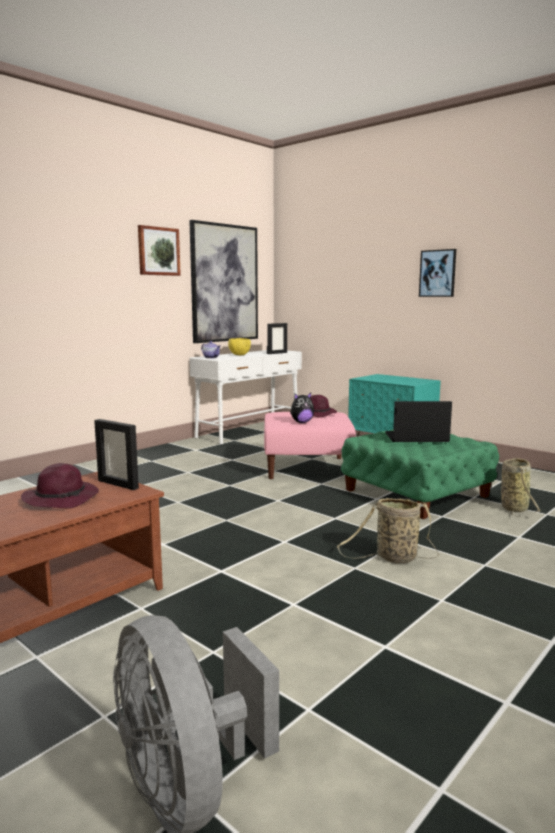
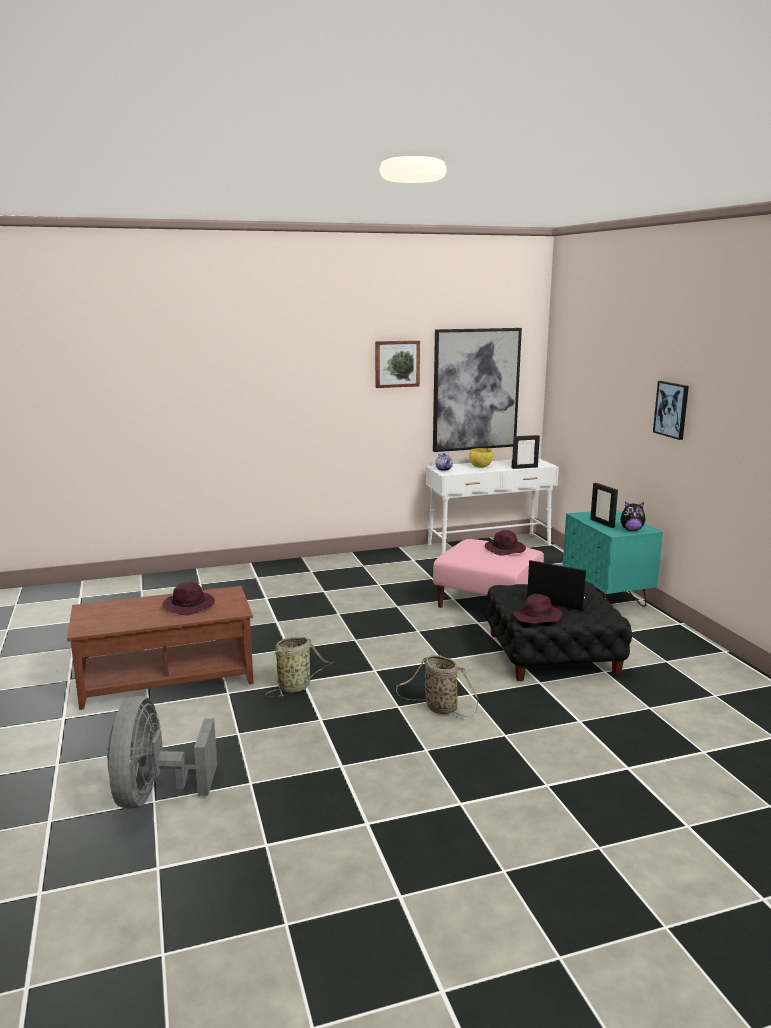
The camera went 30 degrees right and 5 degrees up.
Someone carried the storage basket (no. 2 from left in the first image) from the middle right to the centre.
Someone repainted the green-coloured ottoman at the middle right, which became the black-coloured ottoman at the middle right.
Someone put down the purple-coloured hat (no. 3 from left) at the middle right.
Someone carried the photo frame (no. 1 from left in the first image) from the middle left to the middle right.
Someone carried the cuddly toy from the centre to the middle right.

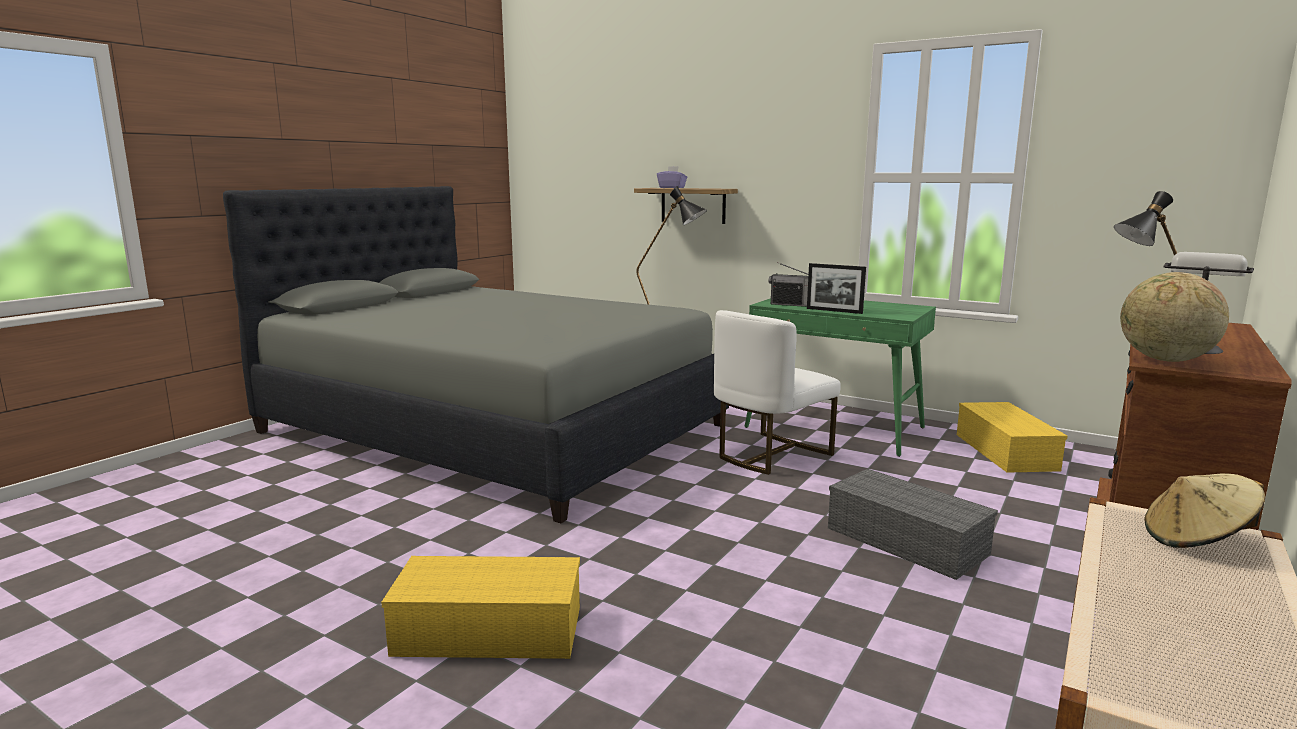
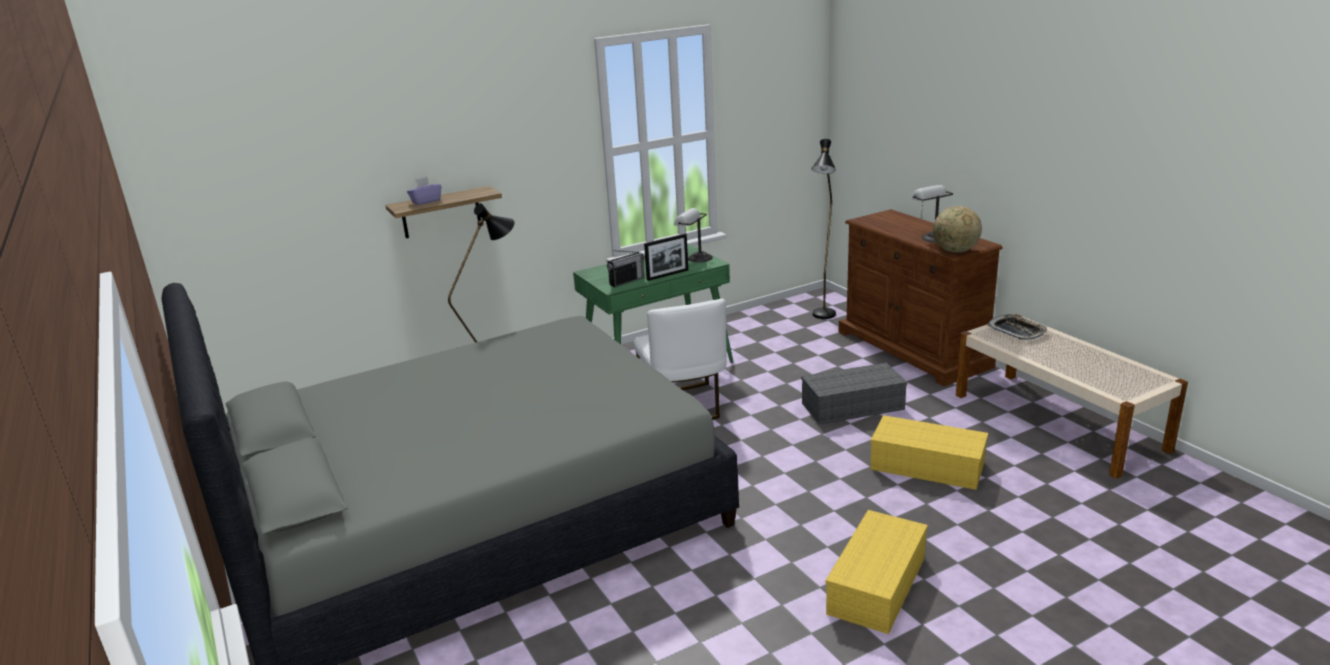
The camera went 60 degrees left and 10 degrees up.
Someone put down the table lamp (no. 1 from left) at the centre.
Someone carried the yellow storage container (no. 2 from left) from the middle right to the bottom right.
Someone swapped the sand-coloured hat at the bottom right for the serving tray at the middle right.

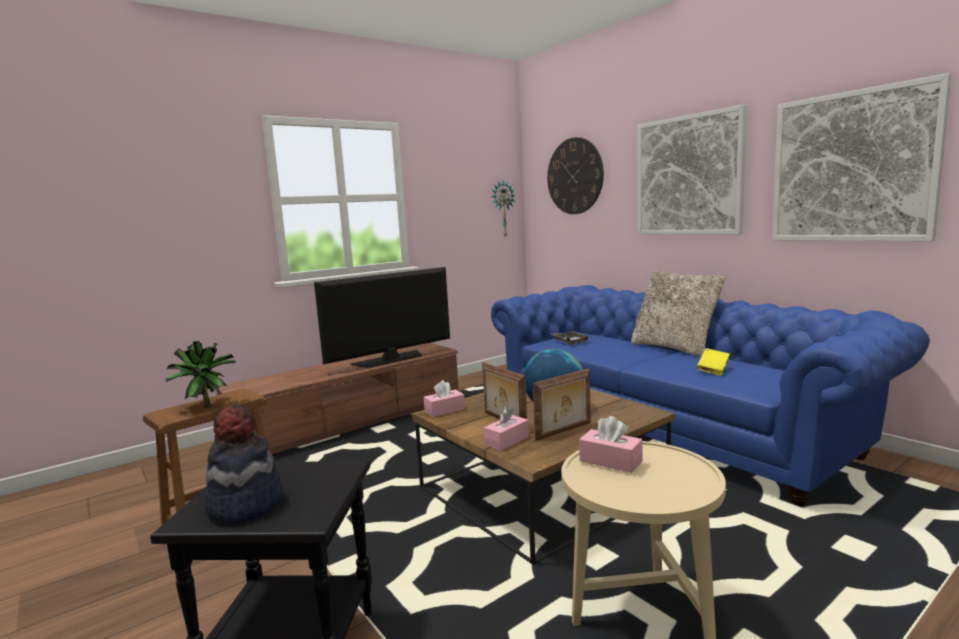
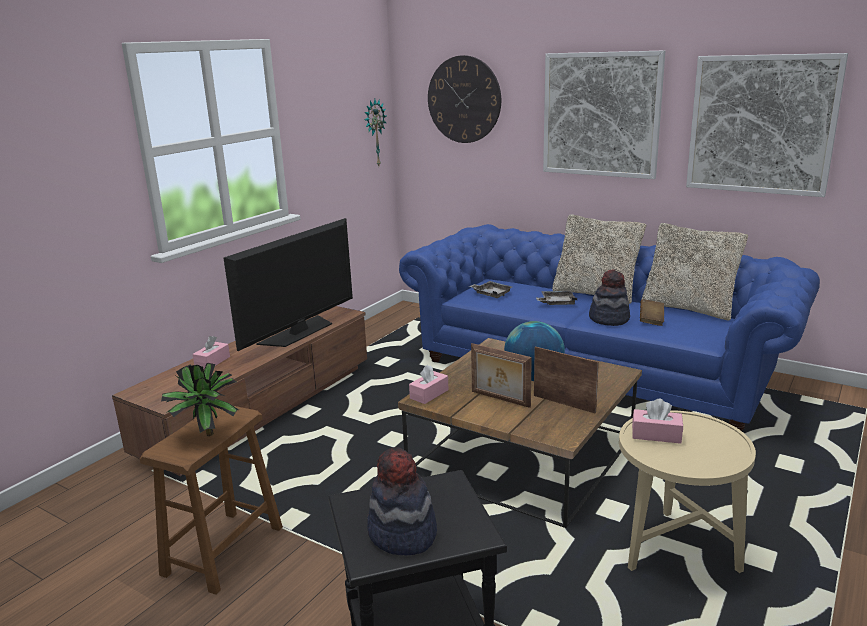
The camera went 20 degrees left and 10 degrees up.
Someone carried the pink-coloured tissue holder (no. 2 from left in the first image) from the bottom centre to the middle left.
Someone rotated the photo frame (no. 2 from left) at the centre by 90 degrees counterclockwise.
Someone put down the grey serving tray (no. 2 from left) at the centre.
Someone put down the hat (no. 2 from left) at the middle right.
Someone repainted the yellow volume at the middle right, which became the brown volume at the middle right.
Someone put down the sand-coloured pillow (no. 2 from left) at the middle right.

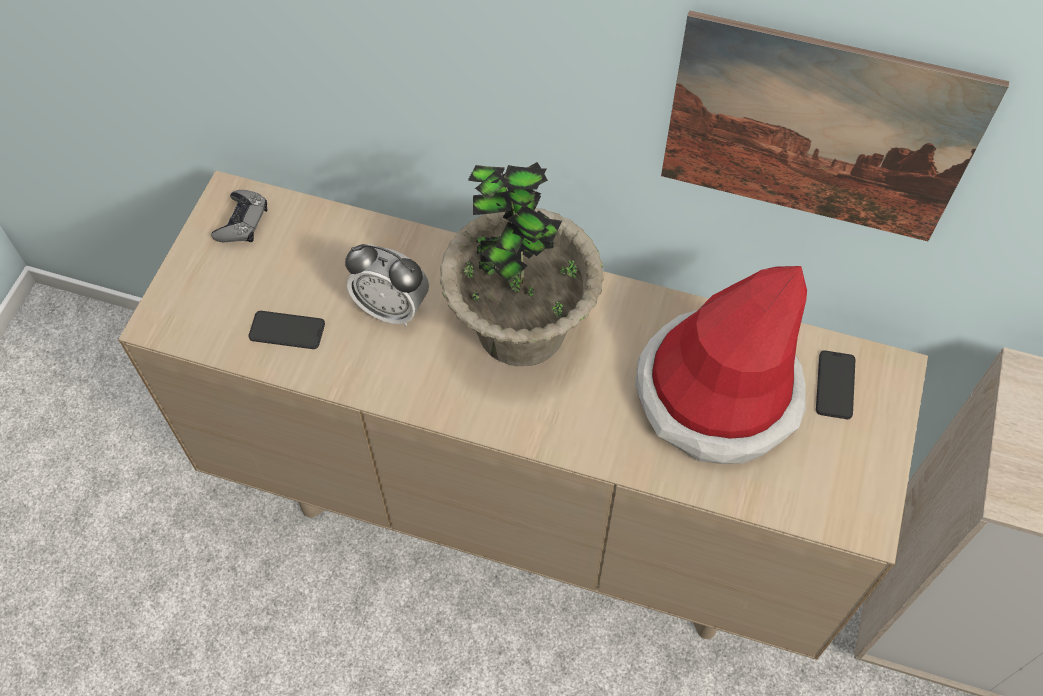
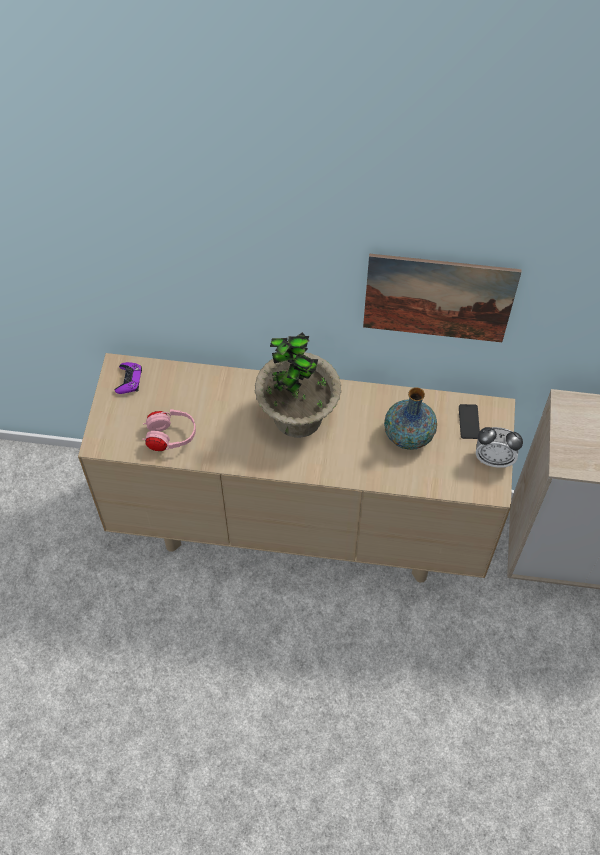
The camera went 10 degrees left and 0 degrees up.
Someone repainted the grey joypad at the top left, which became the purple-coloured joypad at the middle left.
Someone swapped the phone (no. 1 from left) at the middle left for the pink-coloured headset at the middle left.
Someone swapped the hat at the middle right for the flower vase at the middle right.
Someone carried the alarm clock from the centre to the middle right.

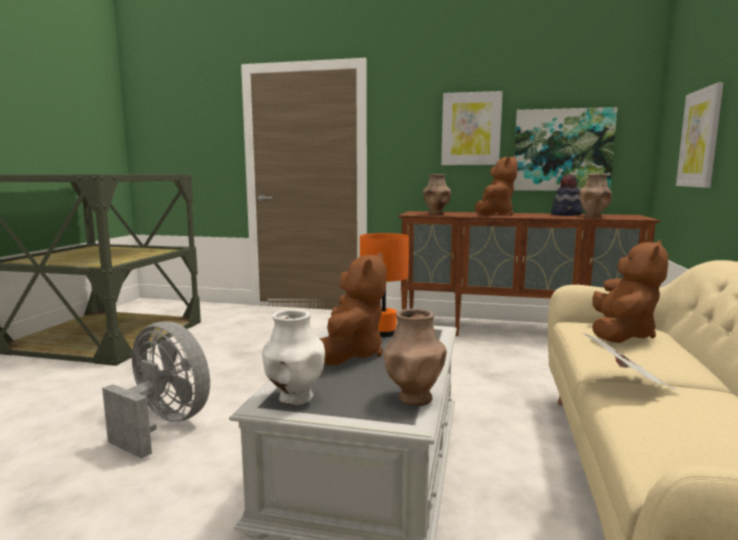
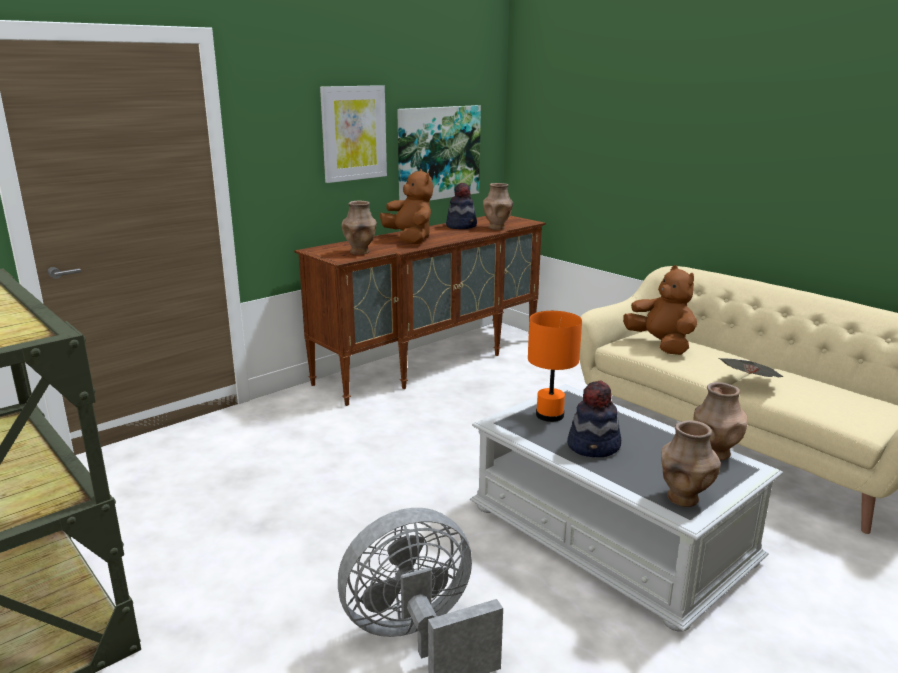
The camera went 55 degrees left and 10 degrees up.
Someone swapped the brown cuddly toy (no. 1 from left) at the centre for the hat (no. 2 from left) at the centre.
Someone repainted the white flower vase at the centre, which became the brown flower vase (no. 3 from left) at the bottom right.
Someone took away the picture (no. 3 from left) at the top right.

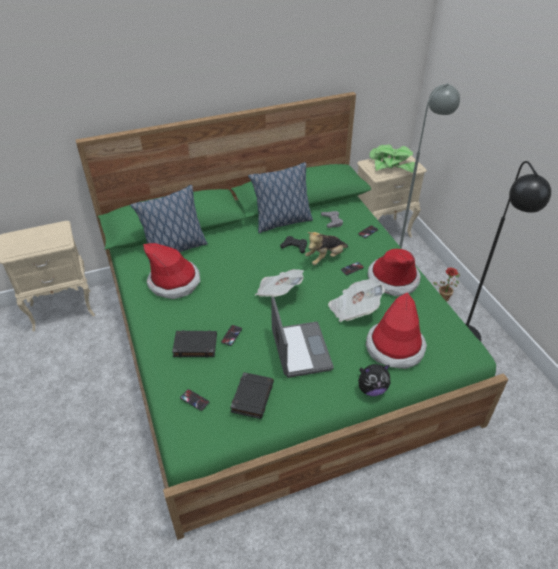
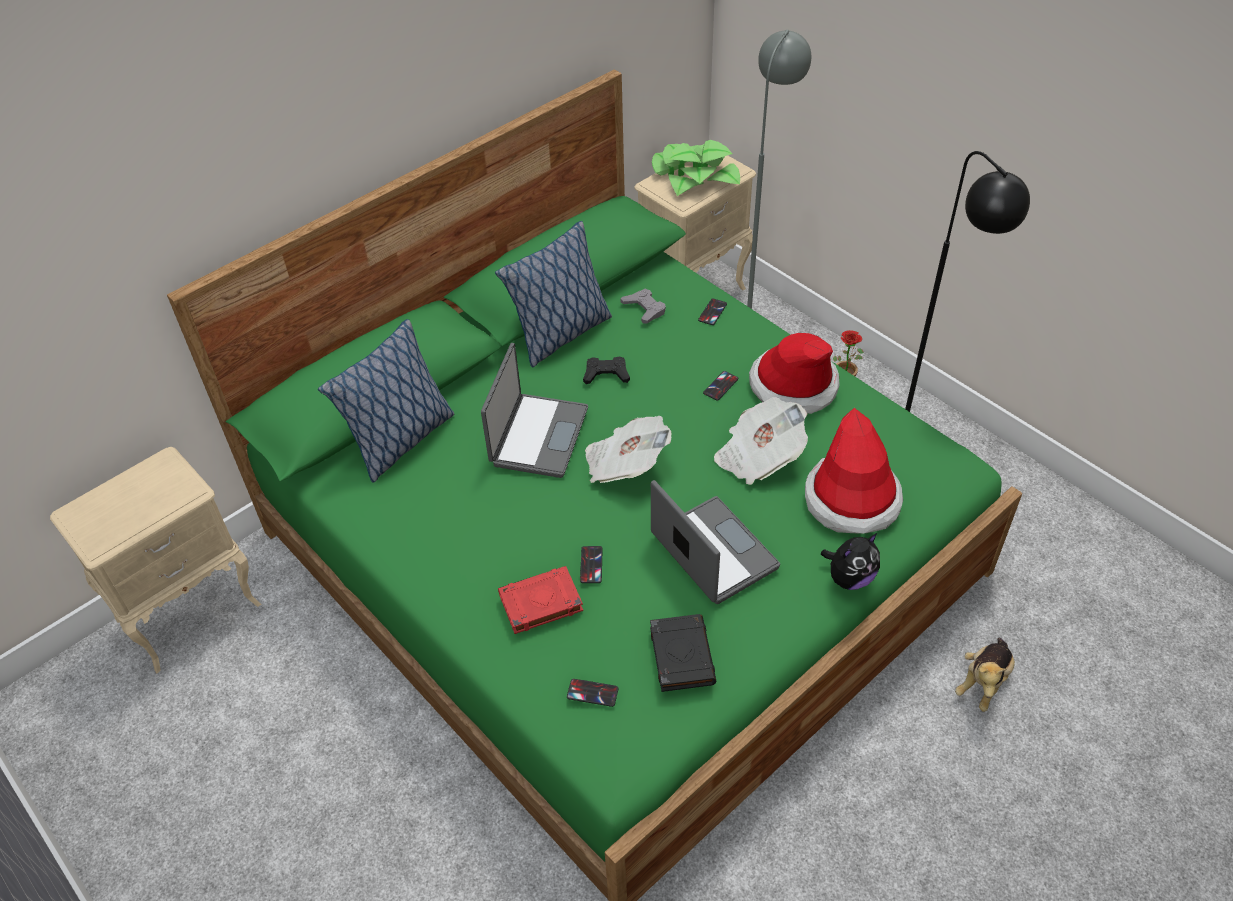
The camera went 20 degrees left and 5 degrees up.
Someone put down the portable computer (no. 1 from left) at the centre.
Someone repainted the black-coloured volume (no. 1 from left) at the centre, which became the reddish volume at the centre.
Someone carried the cuddly toy (no. 1 from left in the first image) from the centre to the bottom right.
Someone took away the hat (no. 1 from left) at the middle left.

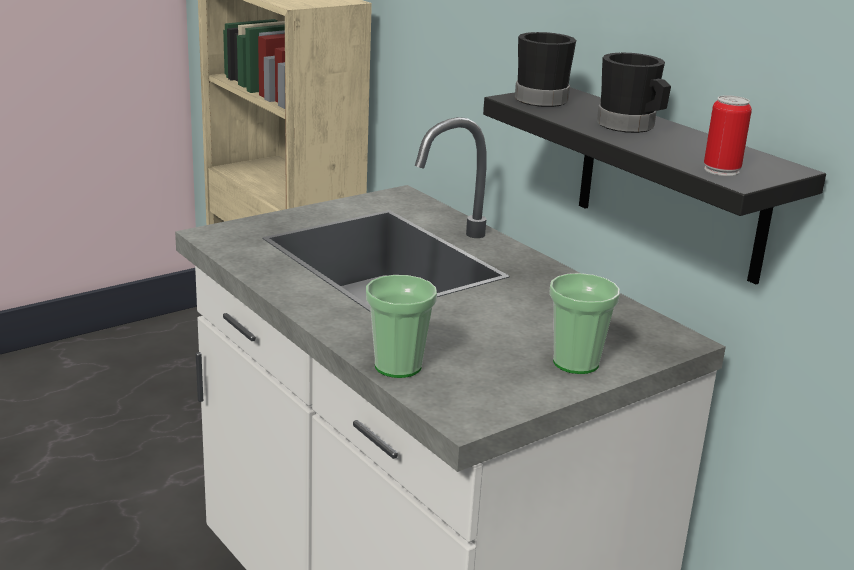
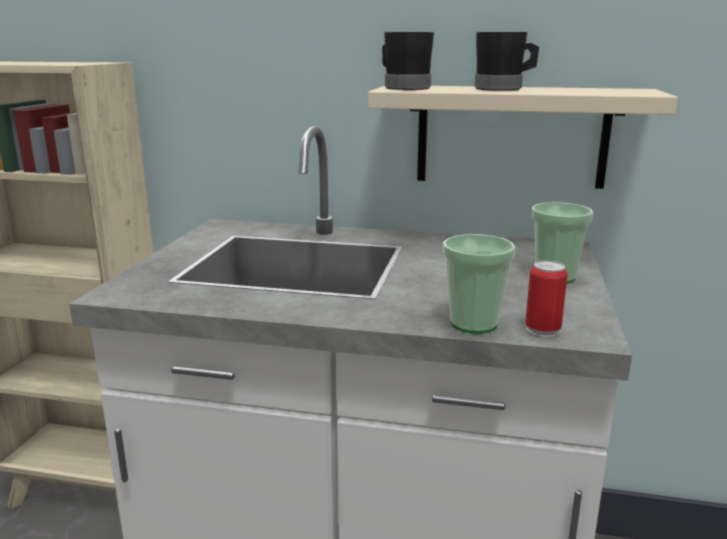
The camera went 40 degrees left and 5 degrees down.
Someone repainted the black-coloured shelf at the top right, which became the sand-coloured shelf at the top right.
Someone carried the sealed can from the top right to the middle right.

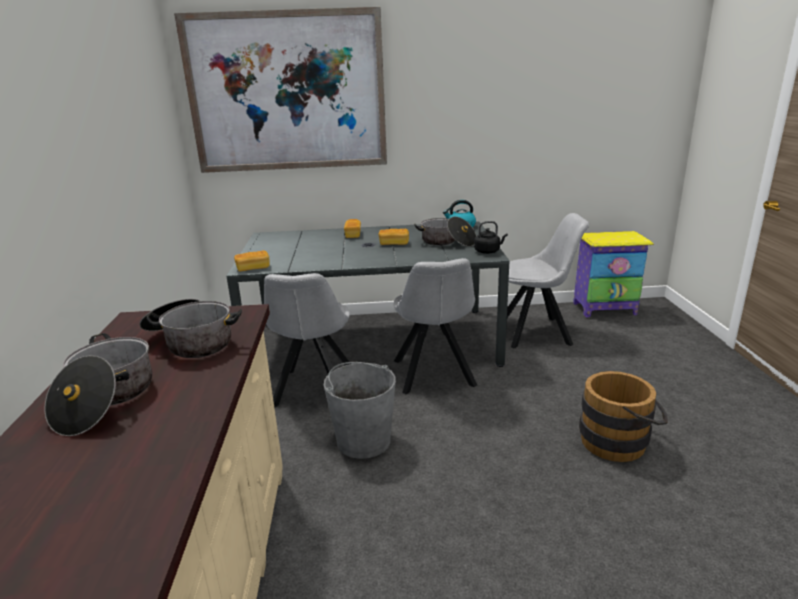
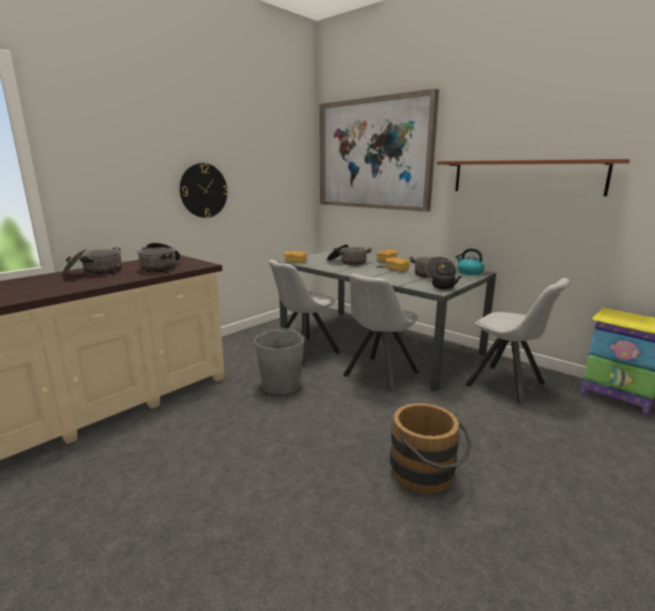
The camera went 45 degrees right and 5 degrees down.
Someone put up the hanging clock at the top left.
Someone put down the stockpot (no. 3 from left) at the centre.
Someone put up the brown shelf at the top right.

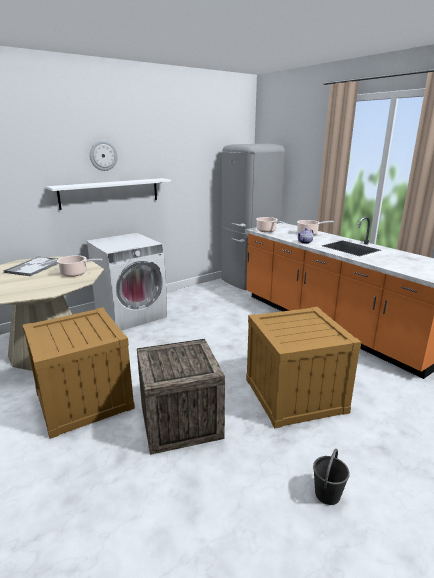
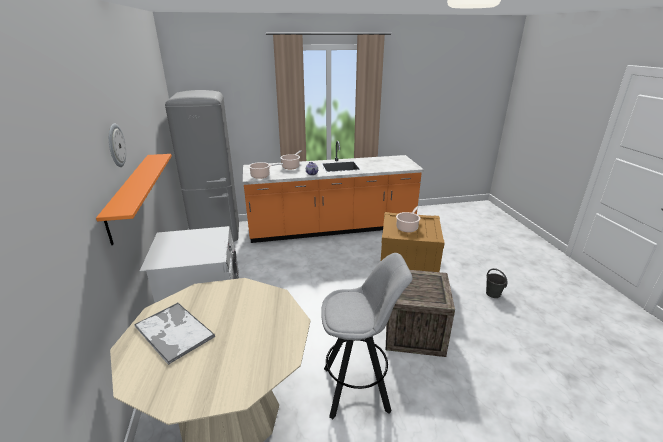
The camera went 65 degrees left and 5 degrees up.
Someone repainted the white shelf at the middle left, which became the orangey shelf at the middle left.
Someone swapped the packing crate (no. 1 from left) at the middle left for the grey stool at the bottom centre.
Someone carried the stockpot (no. 1 from left in the first image) from the middle left to the centre.

